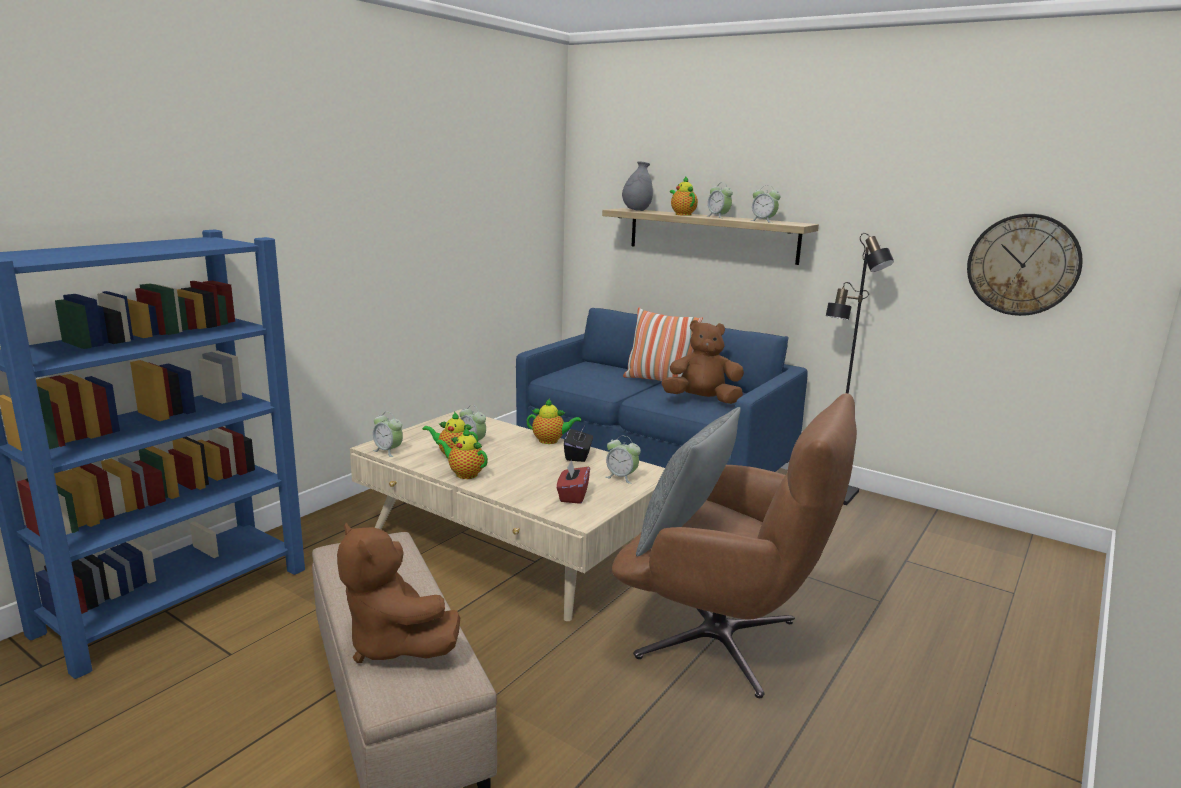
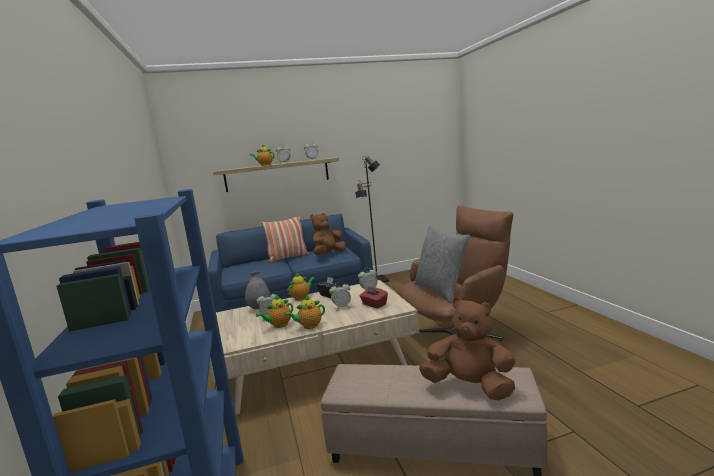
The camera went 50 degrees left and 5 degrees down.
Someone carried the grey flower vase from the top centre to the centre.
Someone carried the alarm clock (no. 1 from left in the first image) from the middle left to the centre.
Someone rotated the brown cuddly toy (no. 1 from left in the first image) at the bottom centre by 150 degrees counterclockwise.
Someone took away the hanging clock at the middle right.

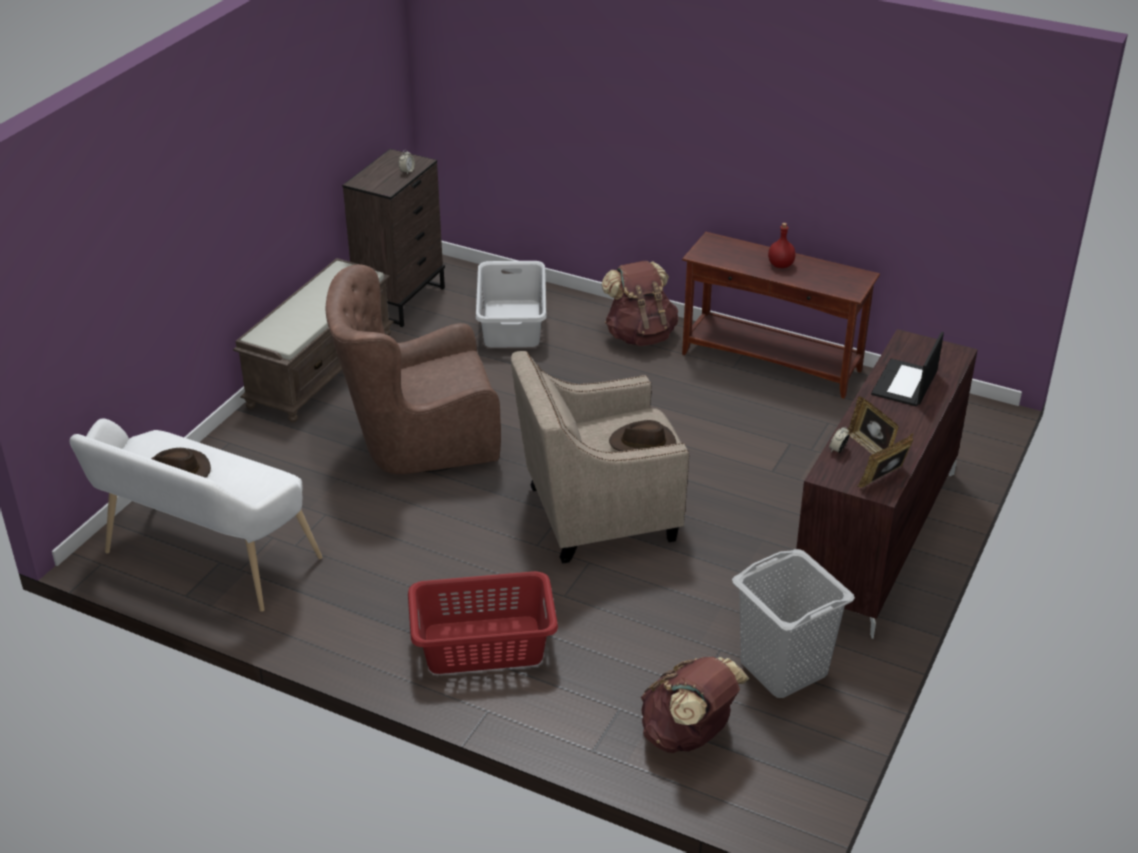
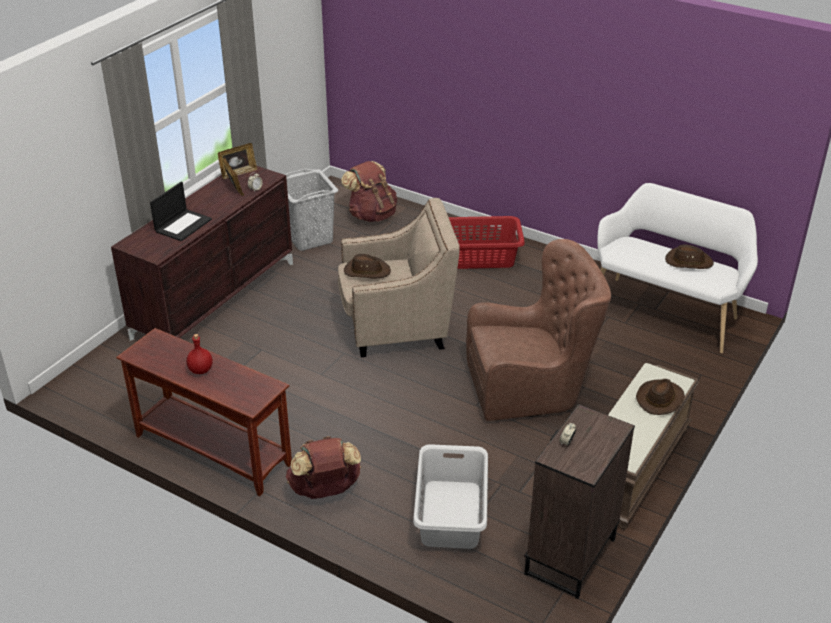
The camera went 175 degrees left and 0 degrees up.
Someone put down the brown hat (no. 2 from left) at the middle right.

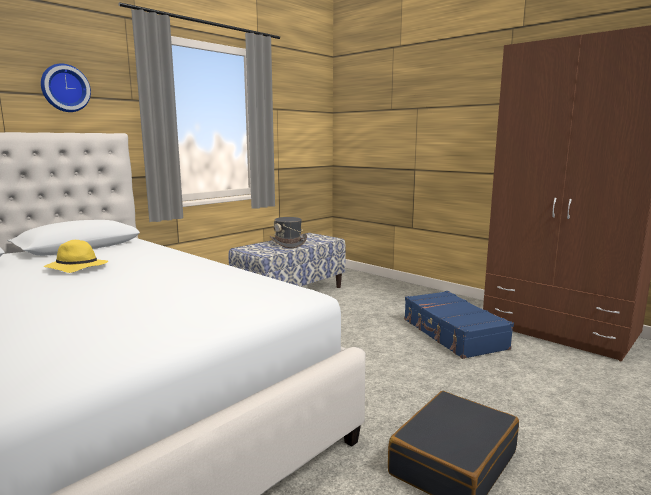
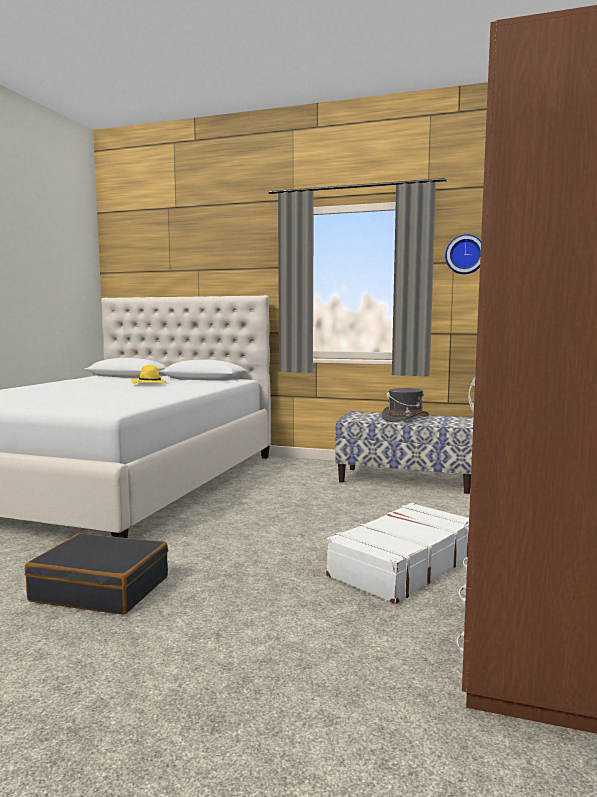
The camera went 65 degrees right and 5 degrees down.
Someone repainted the blue suitcase at the middle right, which became the white suitcase at the bottom centre.
Someone carried the hanging clock from the top left to the top right.

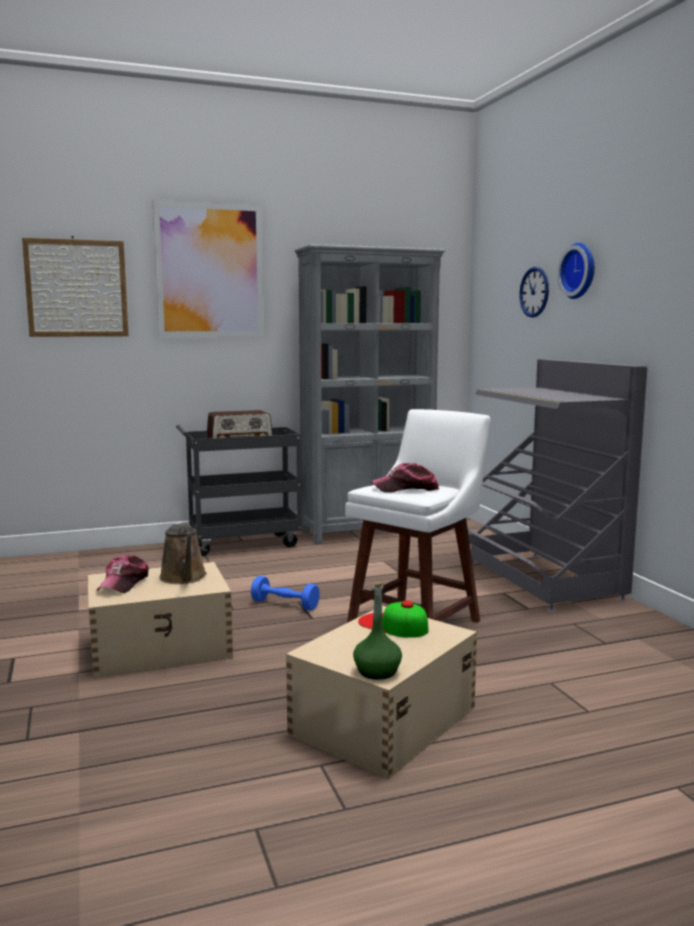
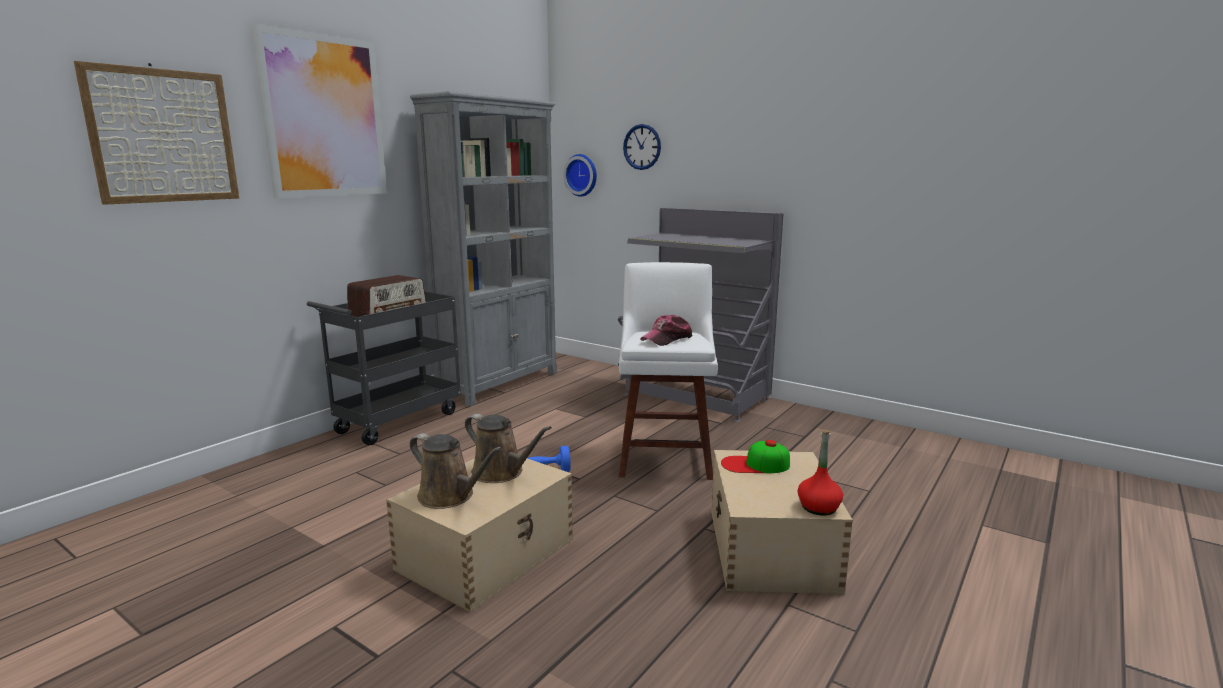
The camera went 35 degrees left and 5 degrees up.
Someone swapped the peaked cap (no. 1 from left) at the middle left for the brown watering can (no. 1 from left) at the bottom centre.
Someone carried the hanging clock (no. 2 from left in the first image) from the top right to the top centre.
Someone repainted the green-coloured drink bottle at the bottom centre, which became the reddish drink bottle at the bottom right.

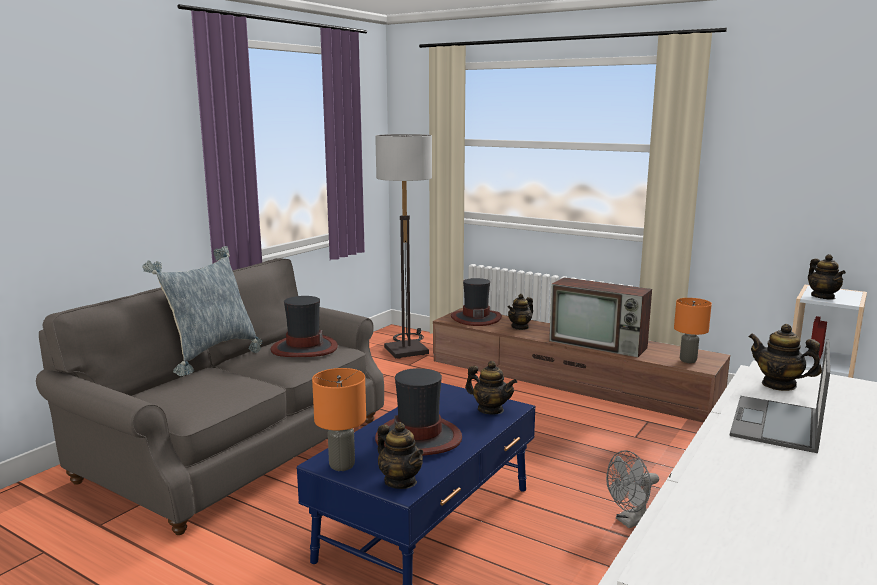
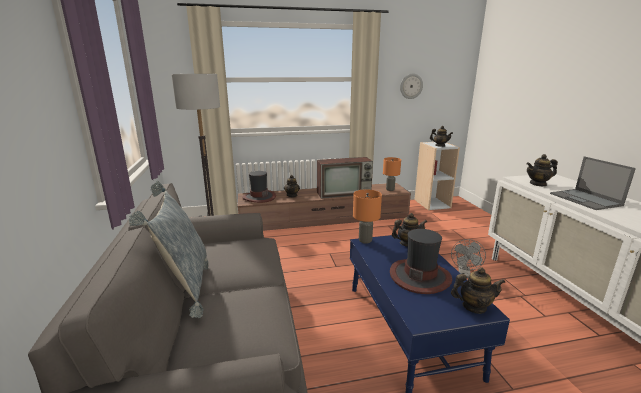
The camera went 45 degrees left and 5 degrees up.
Someone carried the orangey table lamp (no. 1 from left) from the bottom centre to the centre.
Someone put up the hanging clock at the top centre.
Someone took away the hat (no. 1 from left) at the centre.

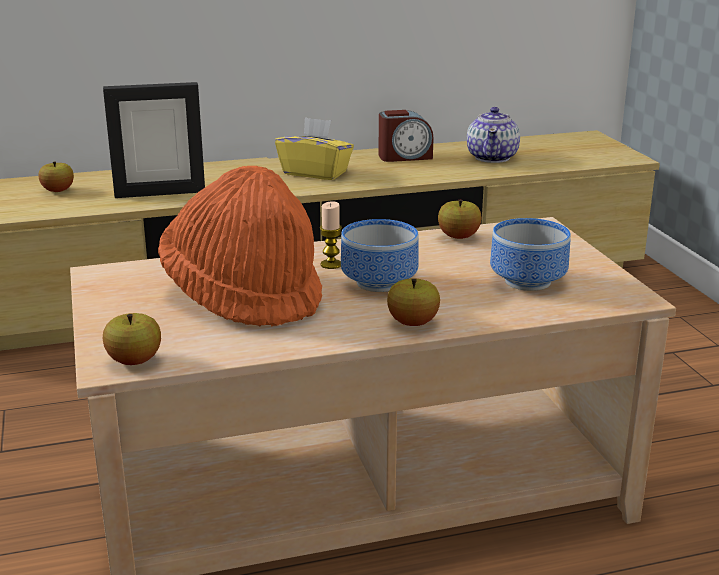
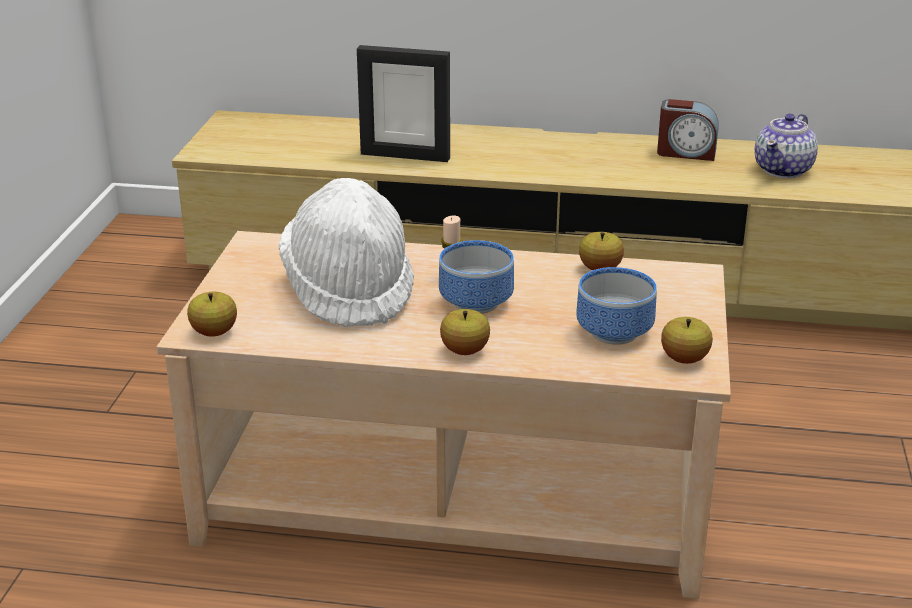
The camera went 25 degrees right and 5 degrees up.
Someone repainted the orangey hat at the centre, which became the white hat at the centre.
Someone carried the whole apple (no. 1 from left in the first image) from the top left to the middle right.
Someone took away the yellow tissue holder at the top centre.

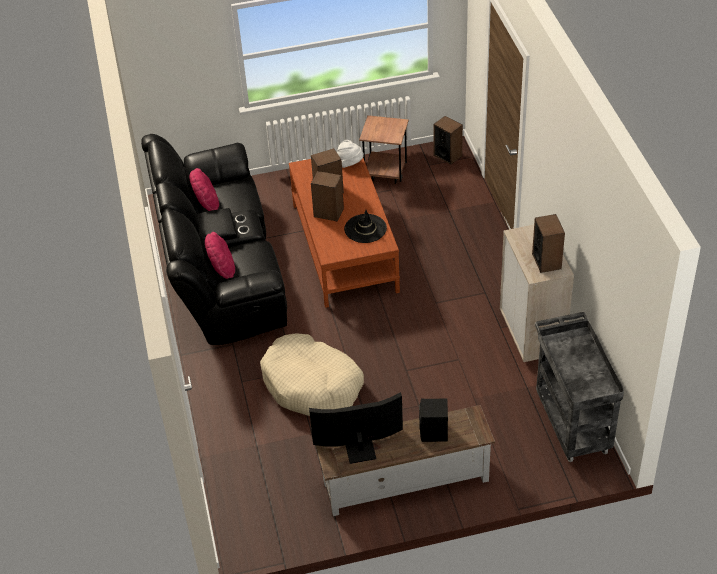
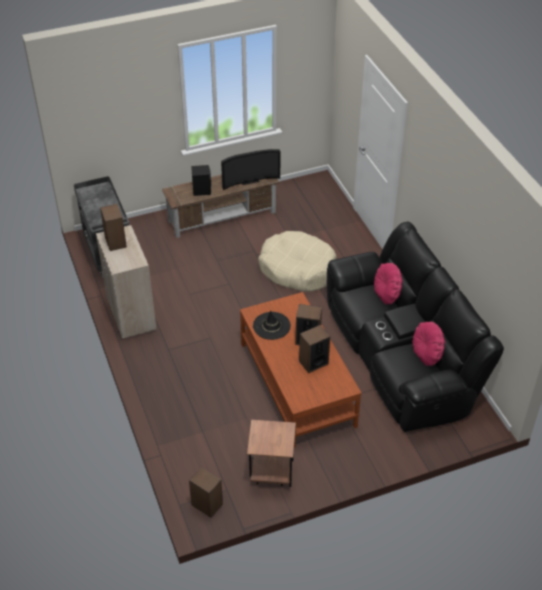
The camera went 170 degrees right and 0 degrees up.
Someone took away the white hat at the top centre.

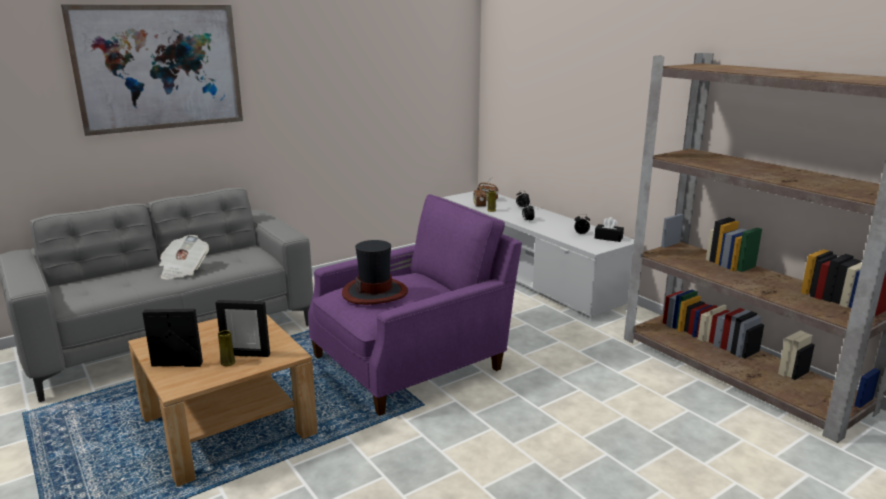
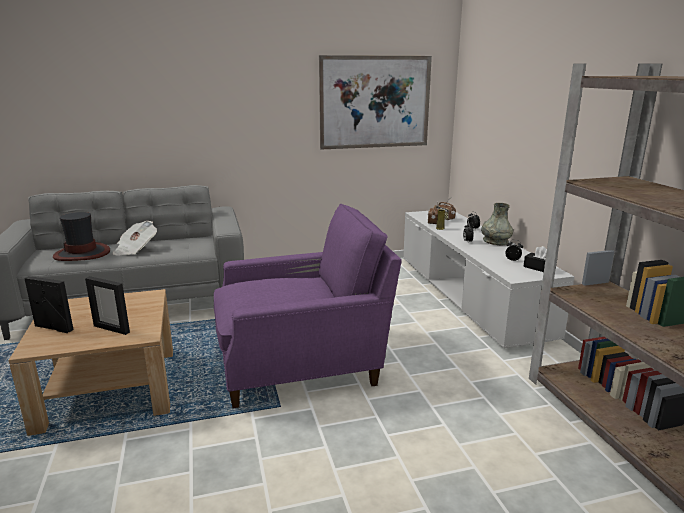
The camera went 20 degrees right and 0 degrees up.
Someone carried the hat from the centre to the middle left.
Someone carried the picture from the top left to the top centre.
Someone put down the grey flower vase at the middle right.
Someone took away the yellow flower vase (no. 1 from left) at the bottom left.

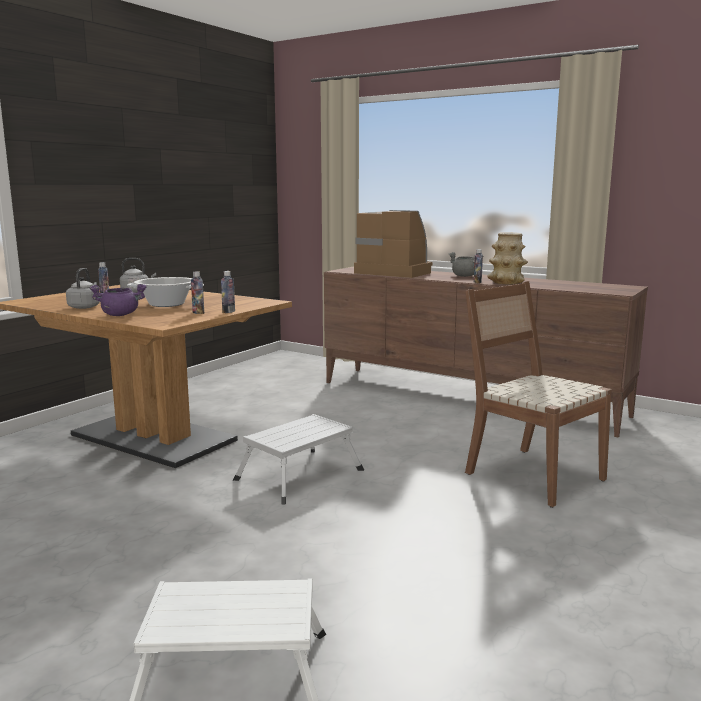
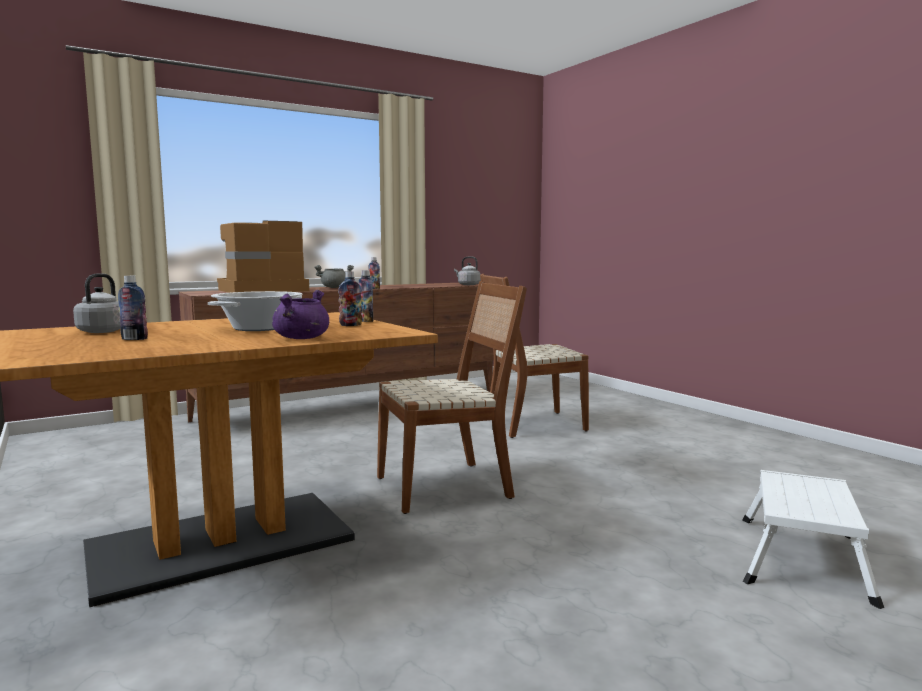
The camera went 65 degrees left and 5 degrees down.
Someone swapped the white stepladder (no. 2 from left) at the centre for the chair (no. 1 from left) at the centre.
Someone carried the grey kettle (no. 1 from left in the first image) from the middle left to the centre.
Someone took away the flower vase at the middle right.

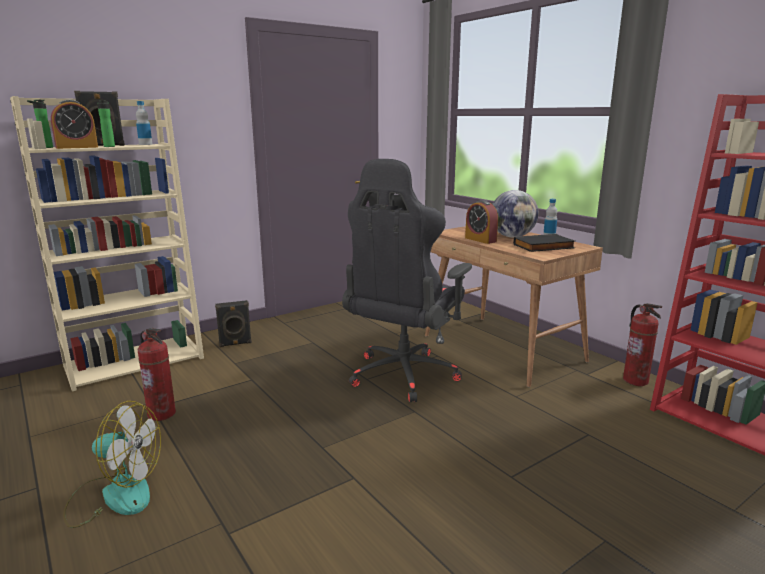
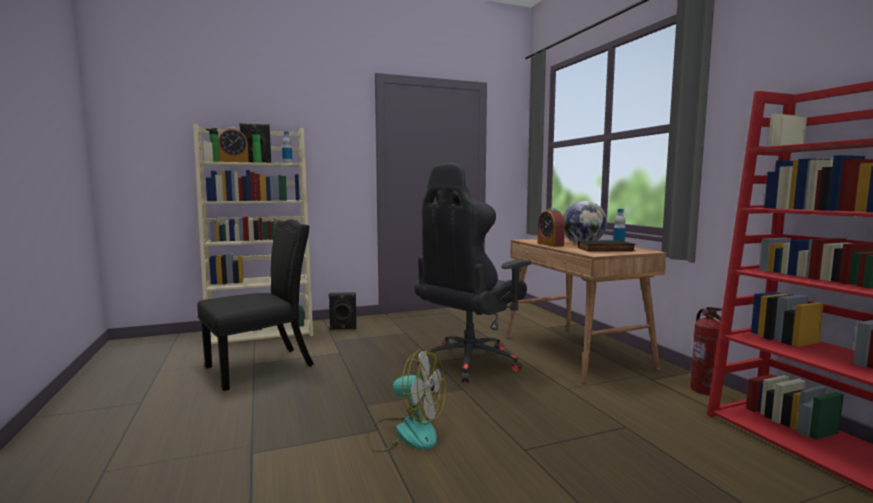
The camera went 15 degrees right and 10 degrees down.
Someone swapped the fire extinguisher (no. 1 from left) at the middle left for the black-coloured chair at the middle left.
Someone carried the cooling fan from the bottom left to the bottom centre.

